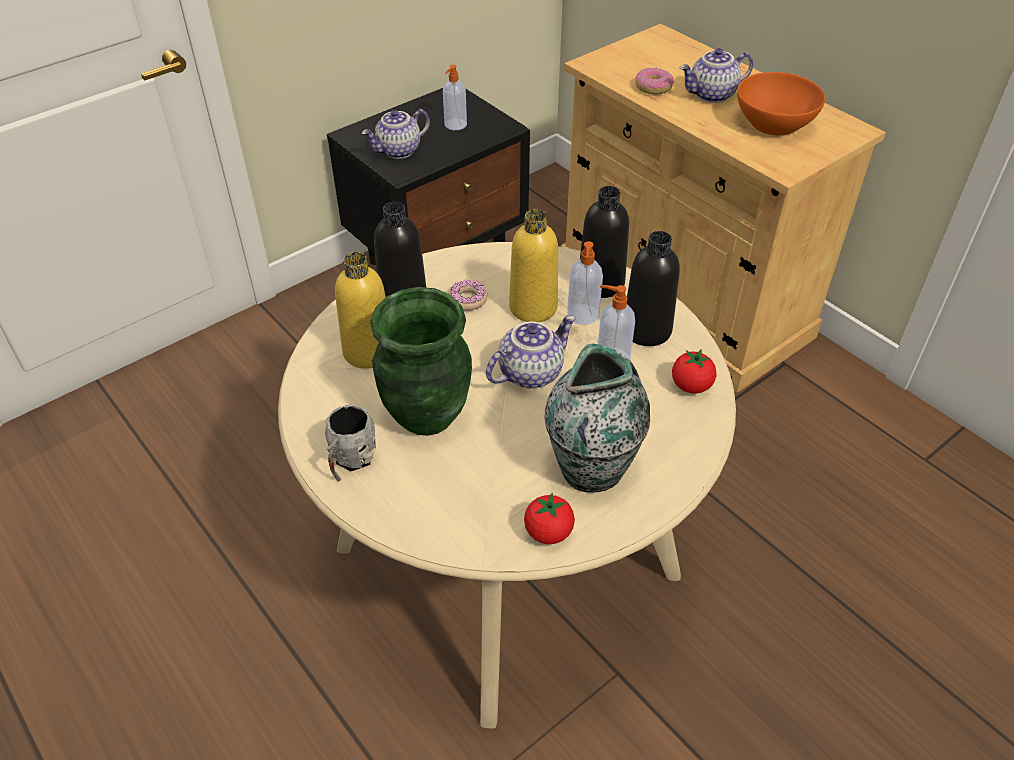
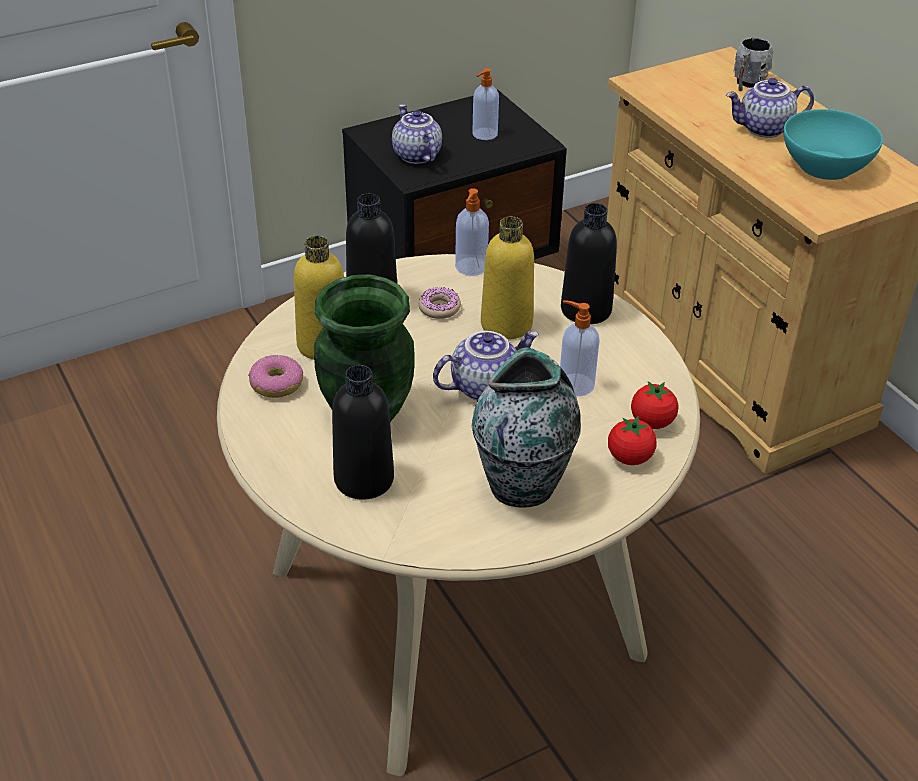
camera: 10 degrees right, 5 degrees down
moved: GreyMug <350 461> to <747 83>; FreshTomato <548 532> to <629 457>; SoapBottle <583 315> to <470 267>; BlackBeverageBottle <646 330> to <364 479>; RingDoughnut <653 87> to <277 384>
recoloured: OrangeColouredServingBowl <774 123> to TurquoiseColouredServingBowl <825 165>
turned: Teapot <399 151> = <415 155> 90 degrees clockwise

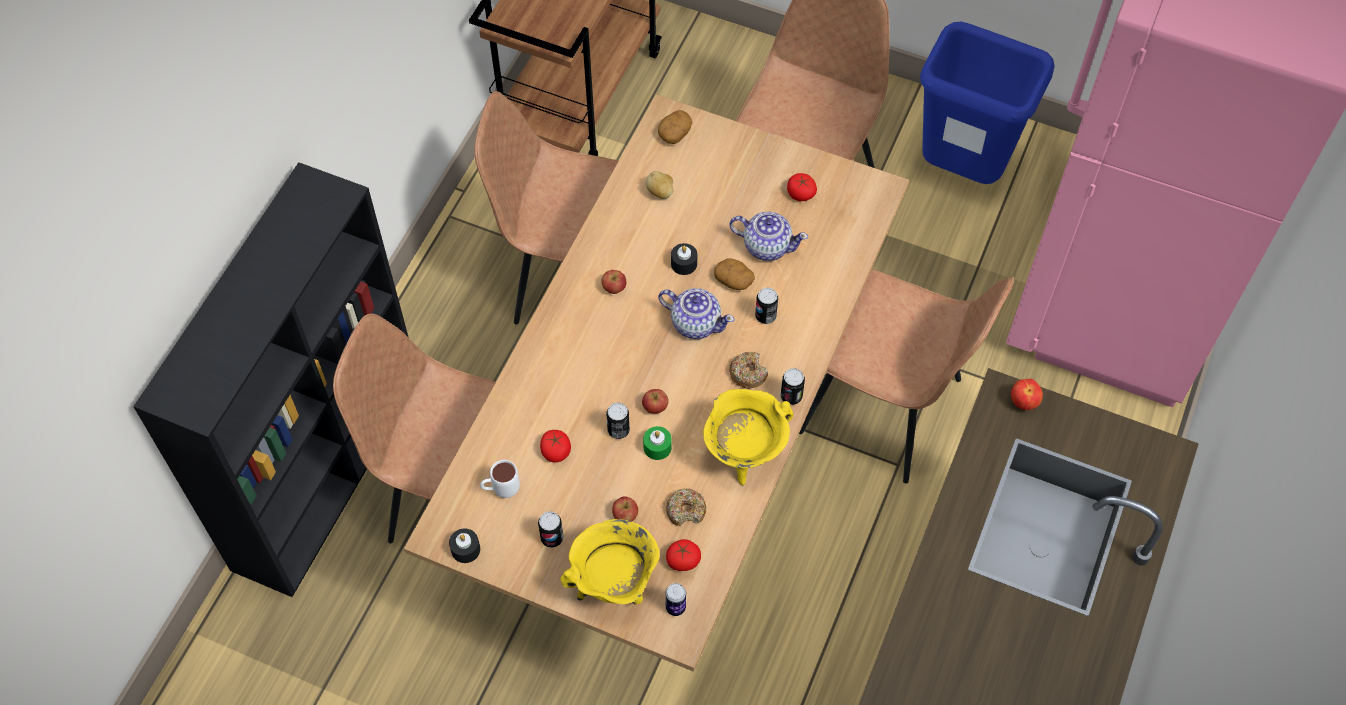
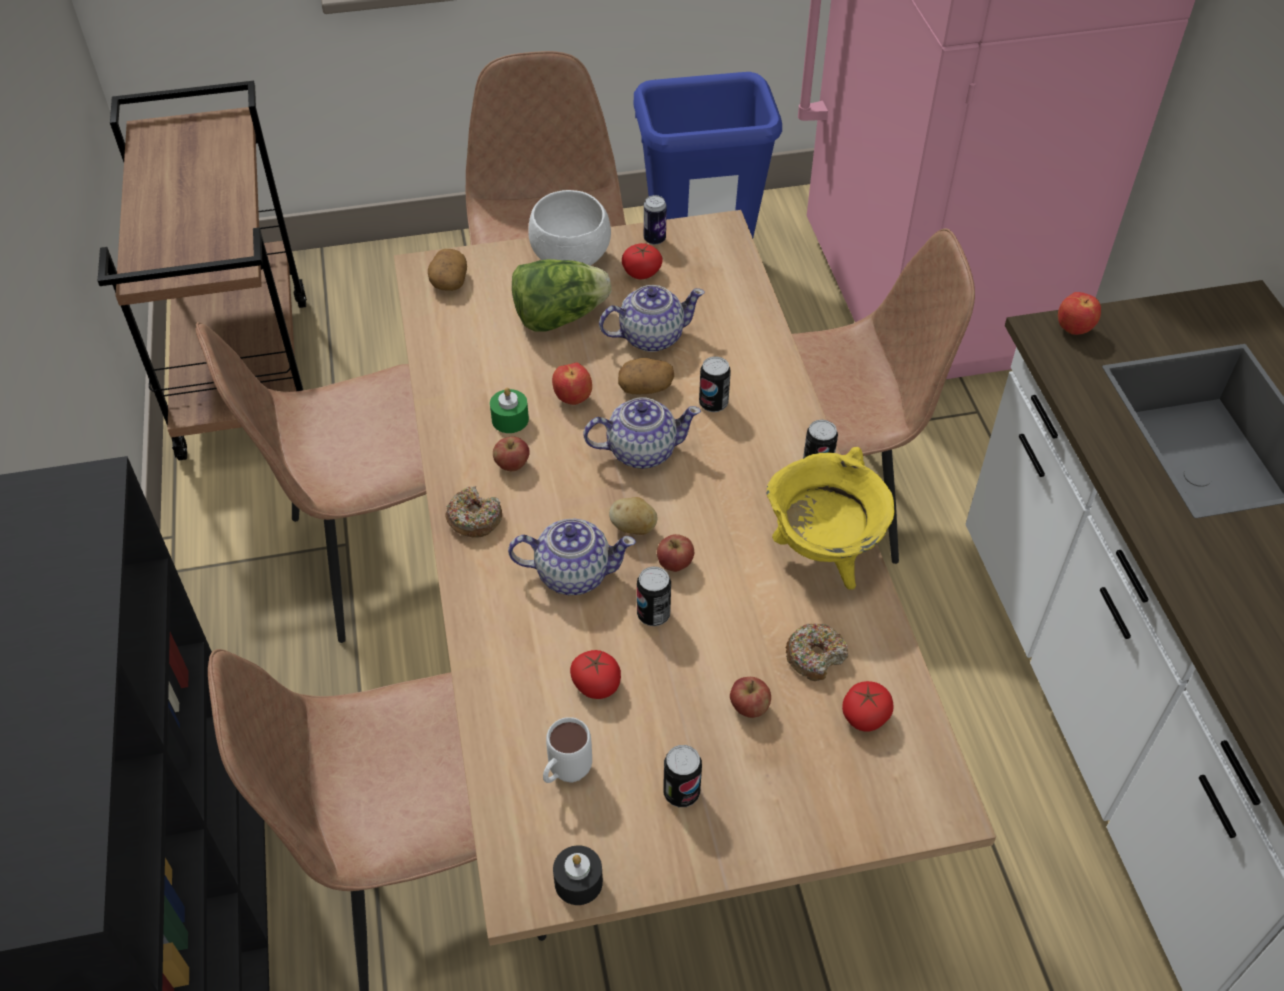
camera: 35 degrees left, 10 degrees down
removed: YellowishSaucepot <614 584>
added: Teapot <572 573>; Lettuce <559 317>; WhiteColouredServingBowl <573 259>
moved: GreenWaxLight <657 447> to <510 419>; Spud <660 192> to <633 528>; Can <675 607> to <654 239>; RingDoughnut <748 373> to <474 519>
replaced: BlackWaxLight <684 264> to Apple <573 399>

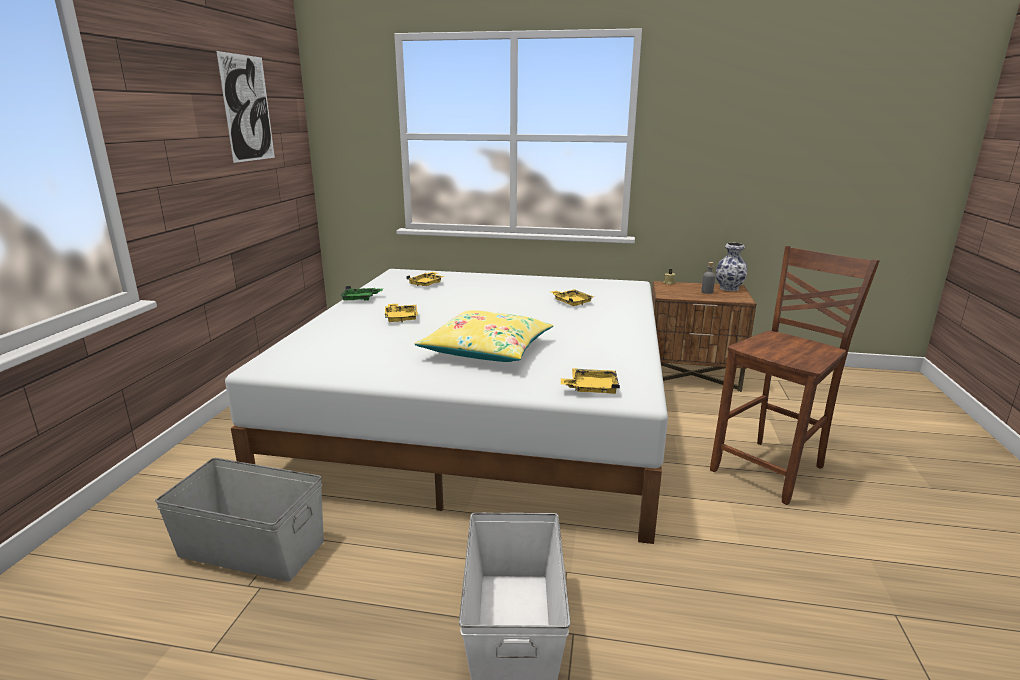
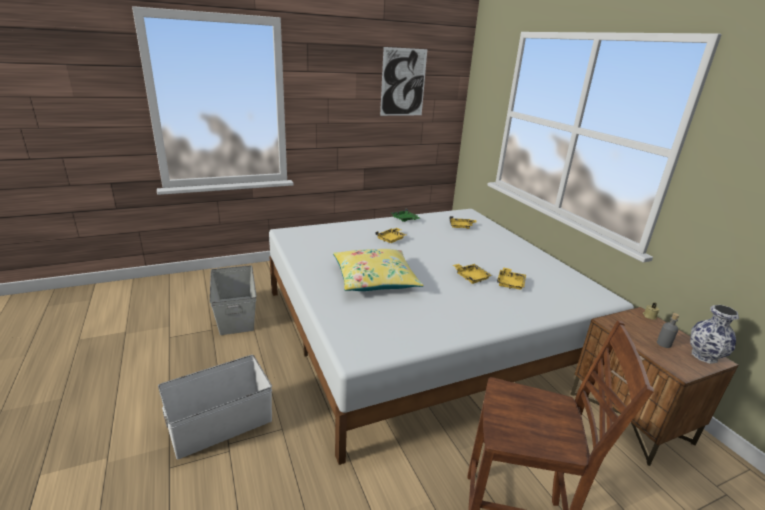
camera: 55 degrees right, 5 degrees up
moved: YellowishCarryingTray <591 388> to <471 277>

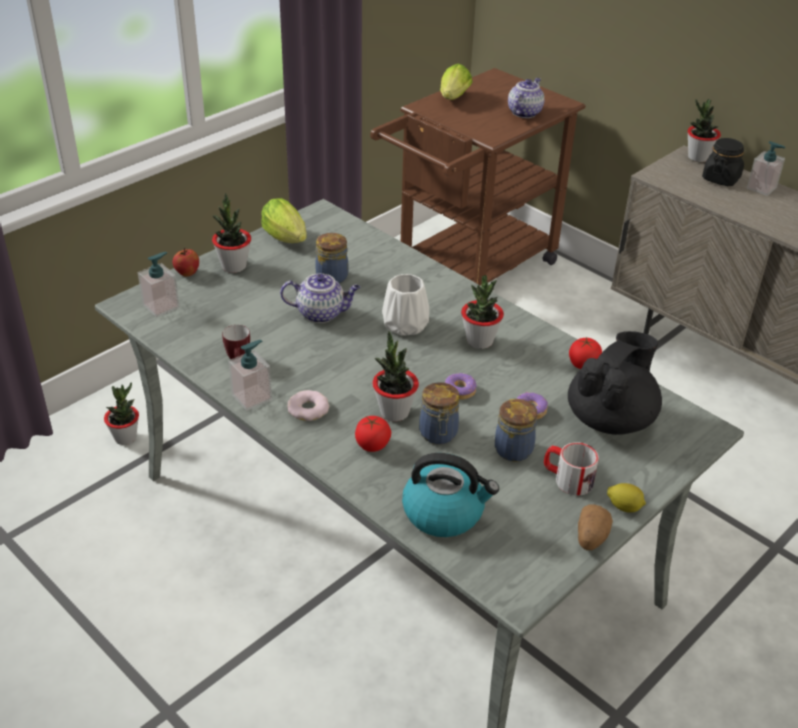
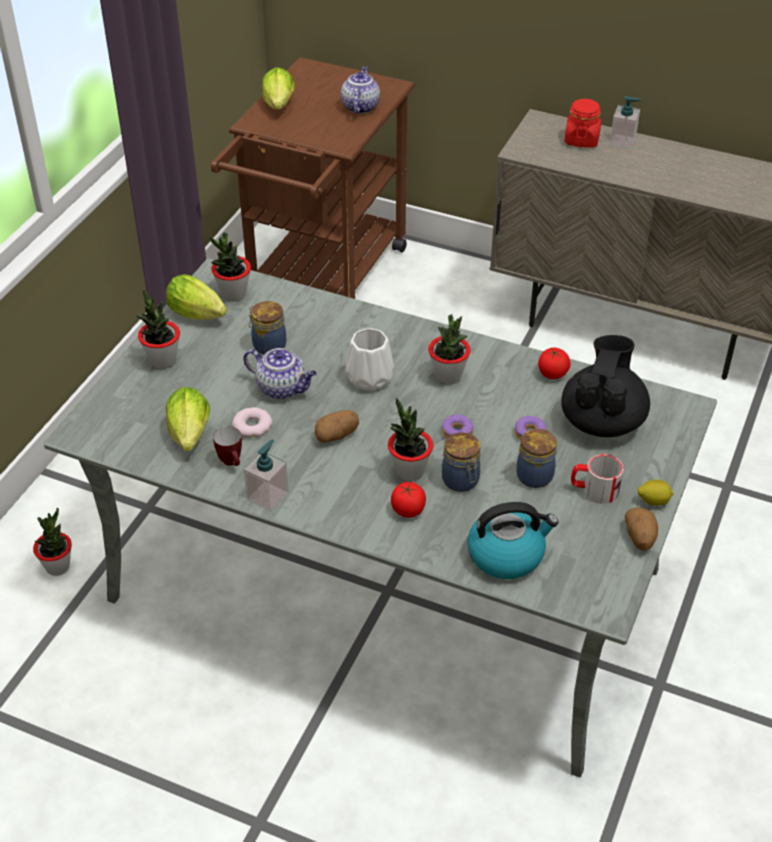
camera: 20 degrees left, 5 degrees up
removed: SoapBottle <161 306>; Apple <187 273>
added: Lettuce <190 437>; Spud <337 435>
moved: RingDoughnut <308 409> to <252 426>; PlantInAPot <698 157> to <233 294>
recoloured: BlackStorageJar <721 178> to ReddishStorageJar <581 140>
turned: Teapot <322 313> = <282 388> 45 degrees clockwise

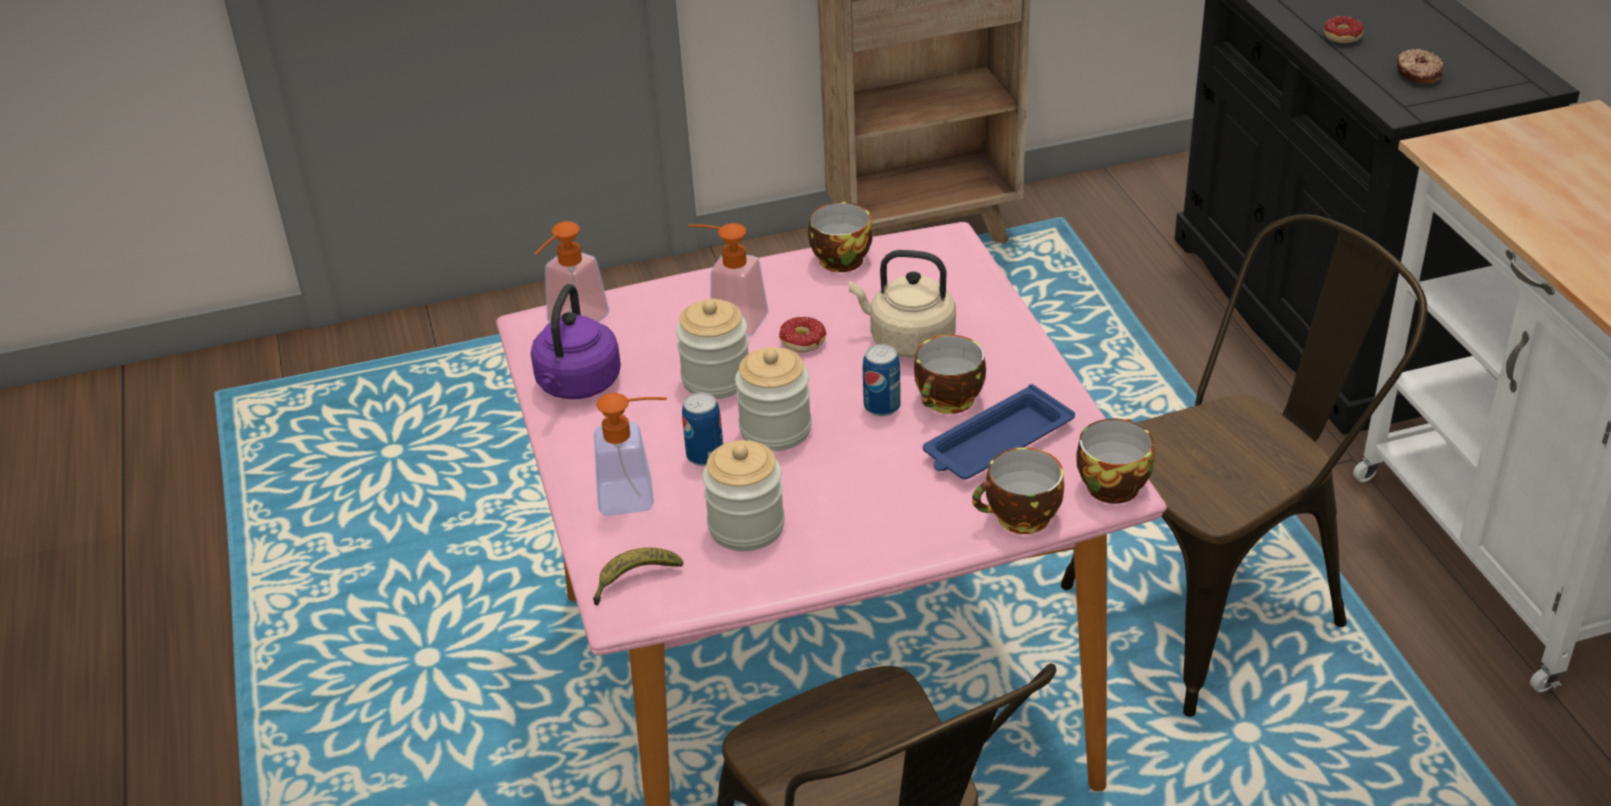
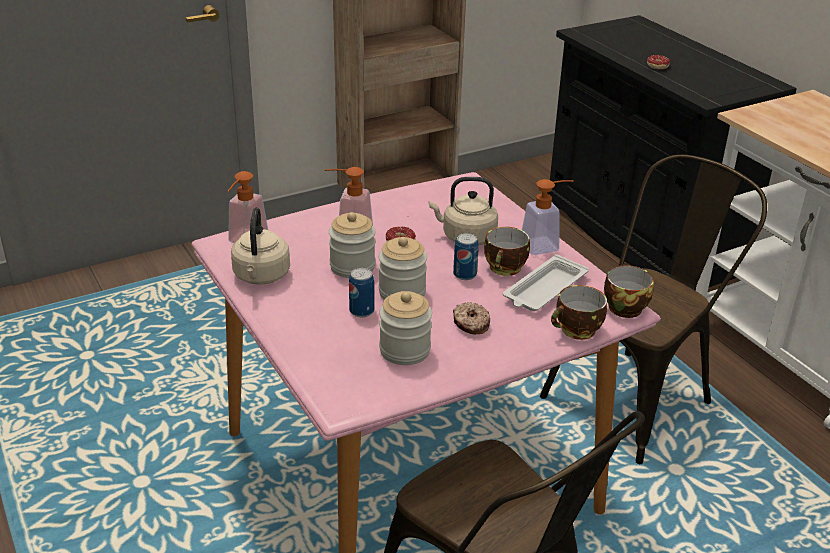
camera: 15 degrees left, 5 degrees down
removed: BananaFruit <634 581>; SmallCup <837 259>
moved: SoapBottle <638 496> to <545 245>; RingDoughnut <1418 74> to <470 324>
recoloured: PurplishKettle <577 386> to SandColouredKettle <261 277>; BlueColouredCarryingTray <996 443> to WhiteColouredCarryingTray <544 290>

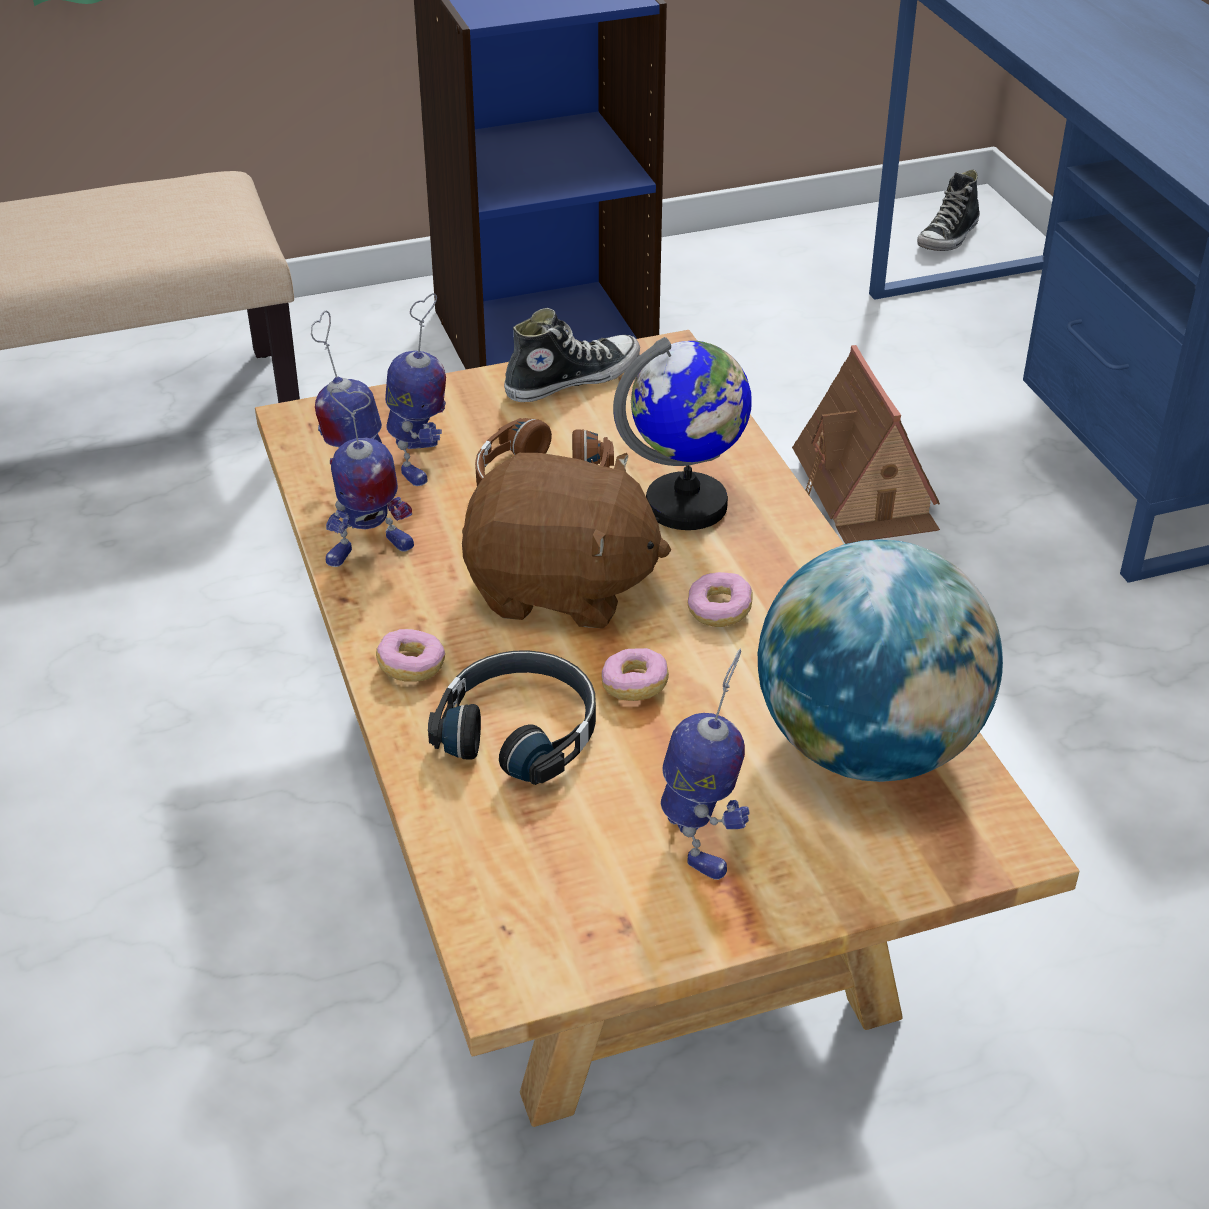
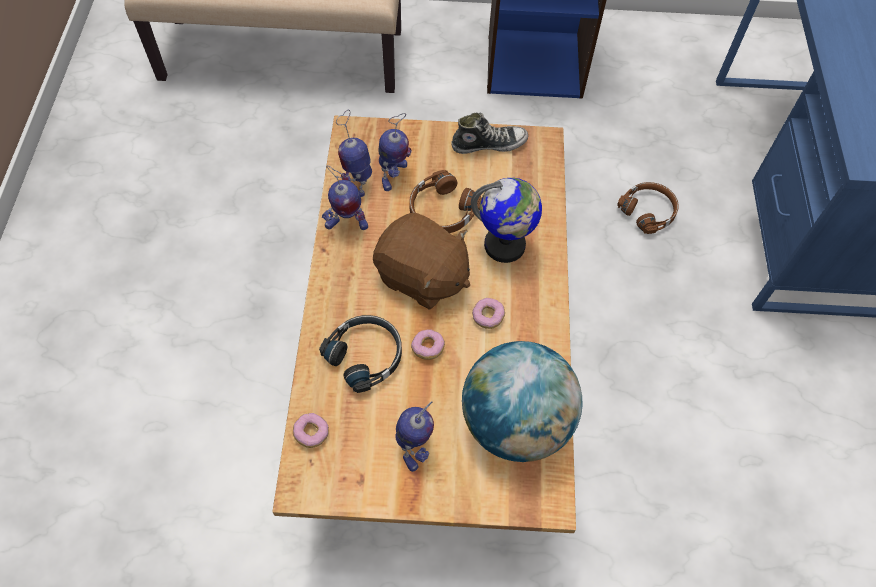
camera: 20 degrees right, 20 degrees up
removed: ItemOfFootwear <948 237>
moved: RingDoughnut <411 667> to <311 433>
replaced: ModelHouse <866 492> to BrownHeadset <648 211>

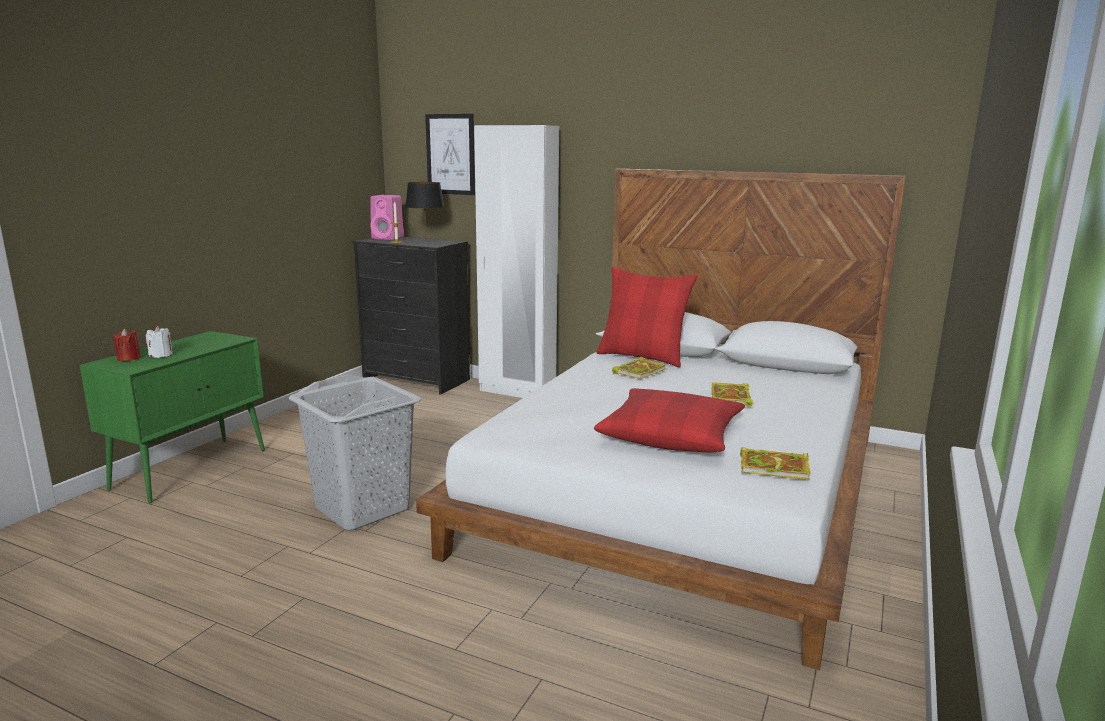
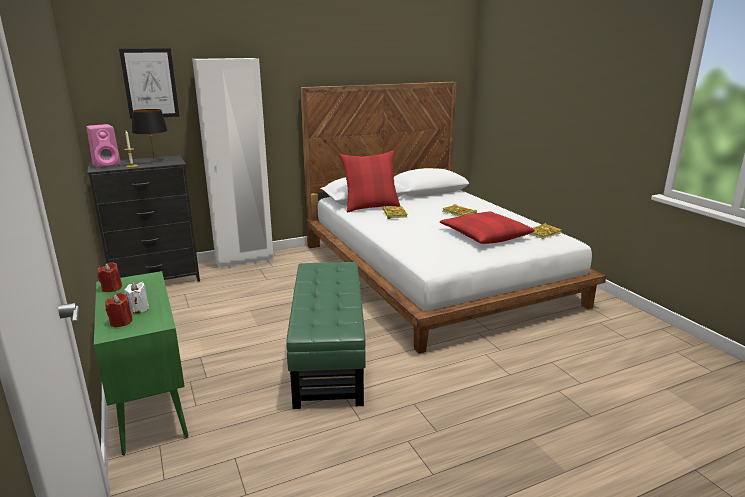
camera: 50 degrees left, 5 degrees up
added: ReddishWaxLight <111 288>
replaced: GreyHamper <363 507> to GreenPouffe <328 355>

